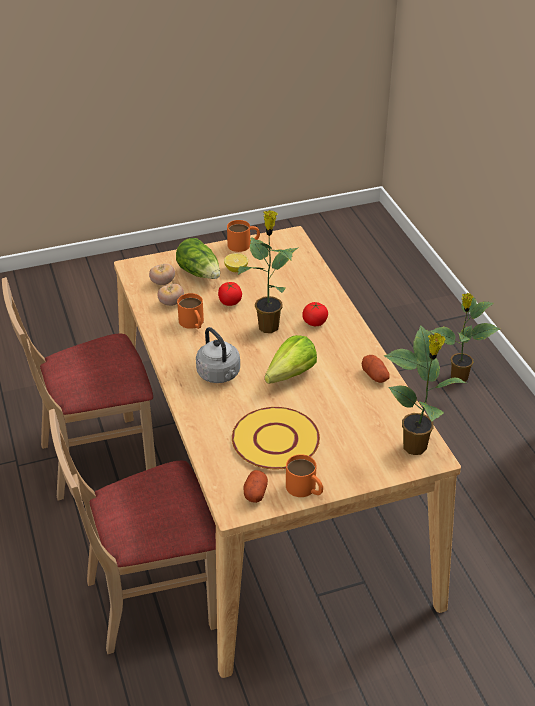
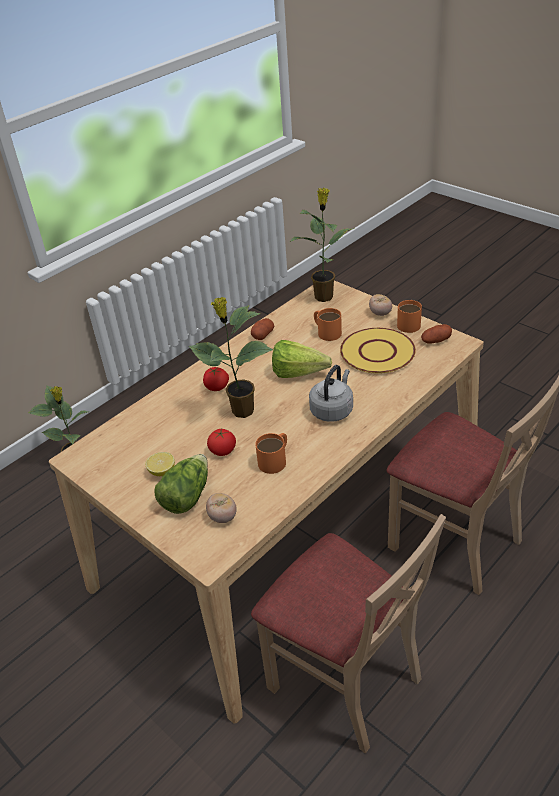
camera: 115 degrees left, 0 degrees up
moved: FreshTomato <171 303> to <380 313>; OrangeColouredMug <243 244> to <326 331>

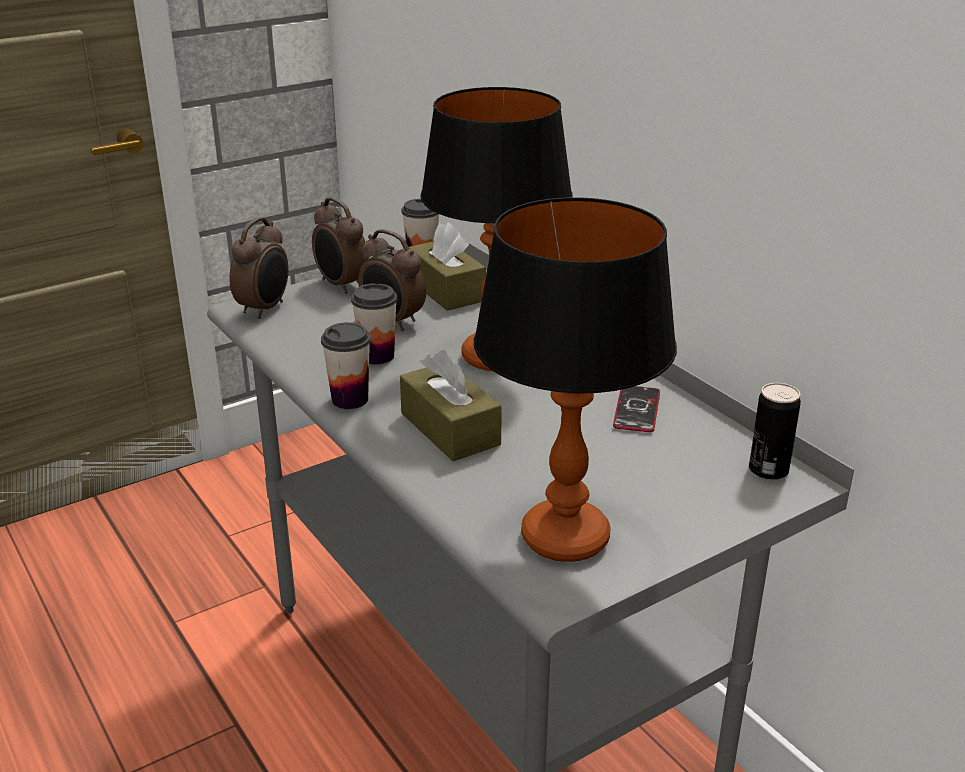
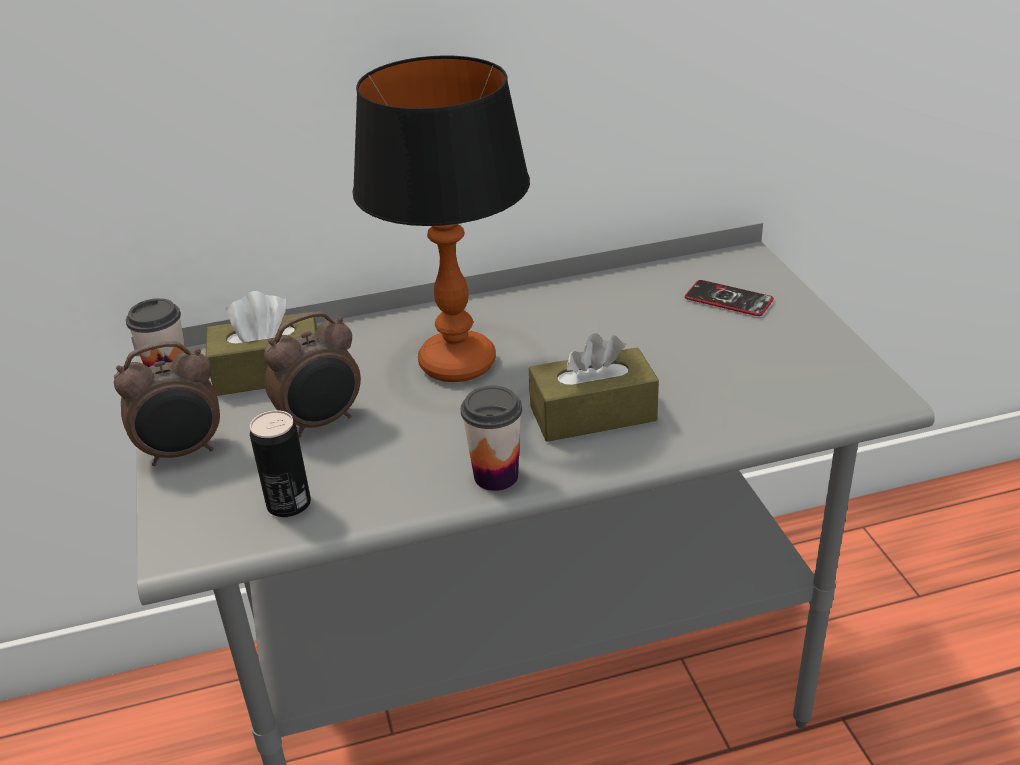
camera: 70 degrees left, 5 degrees up
removed: TableClock <265 309>; SmallCup <377 356>; TabletopLamp <566 538>
moved: Phone <636 410> to <728 299>; Can <768 470> to <289 504>

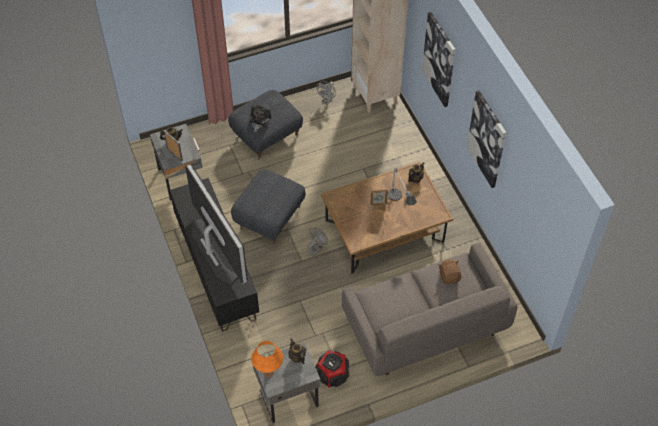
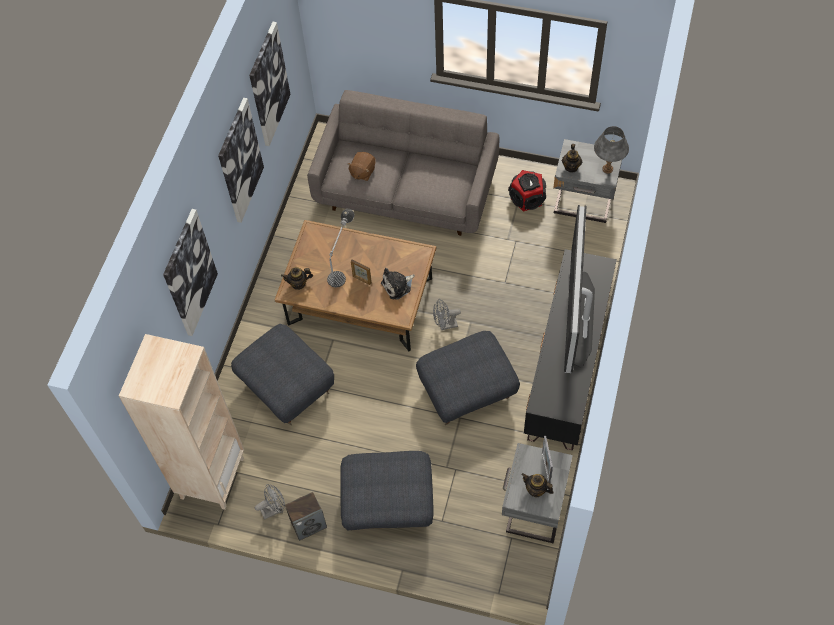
camera: 140 degrees left, 5 degrees up
added: GreyPouffe <286 388>; Picture <268 84>; Loudspeaker <309 524>
moved: PlushToy <259 120> to <398 286>
recoloured: OrangeColouredTabletopLamp <268 373> to GreyTabletopLamp <607 168>

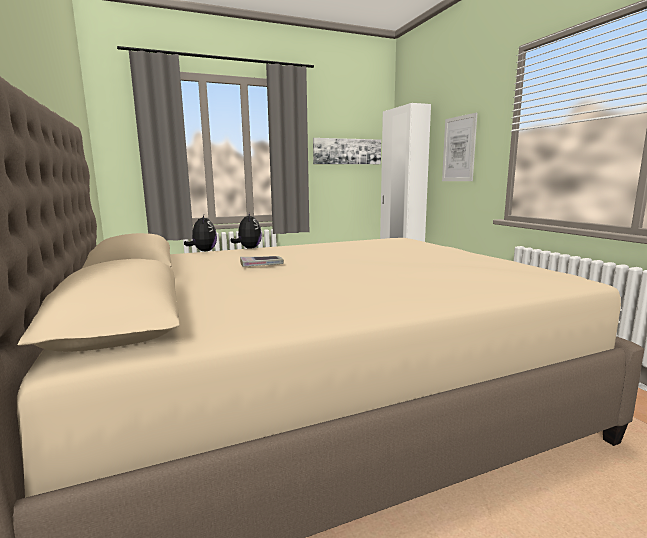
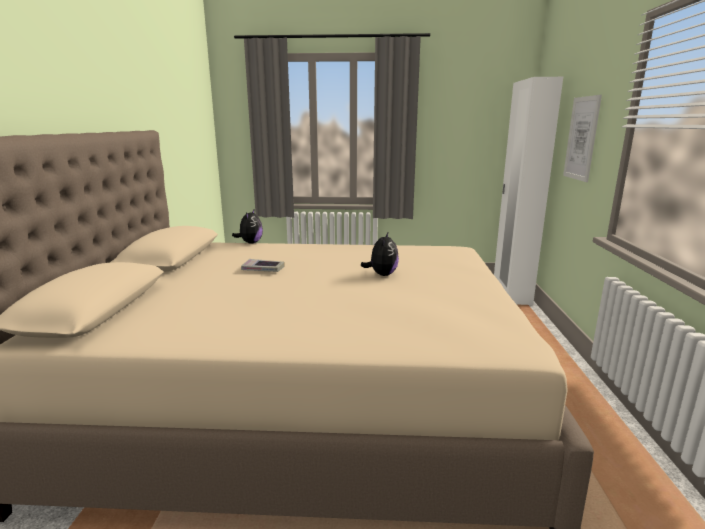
camera: 25 degrees right, 5 degrees up
removed: Picture <347 151>
moved: PlushToy <248 248> to <382 274>

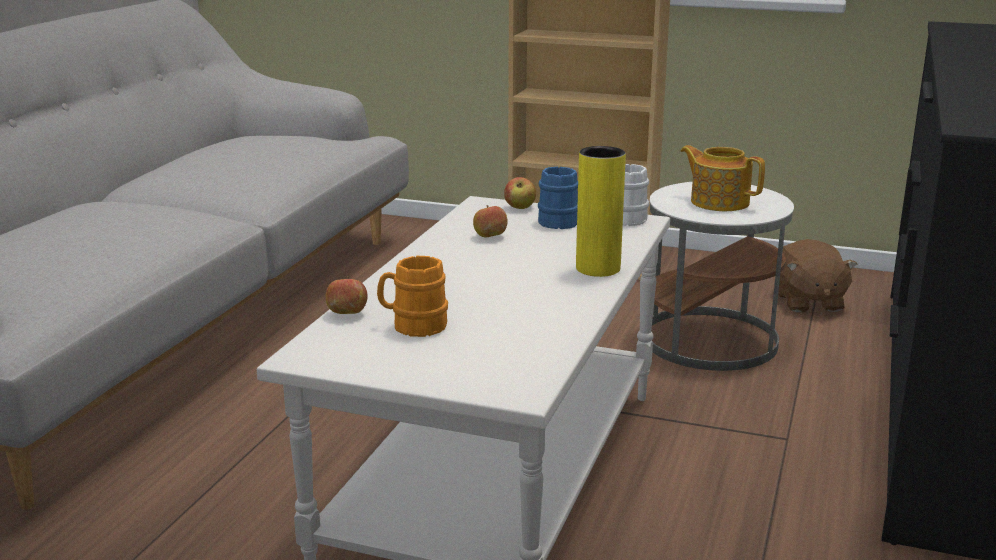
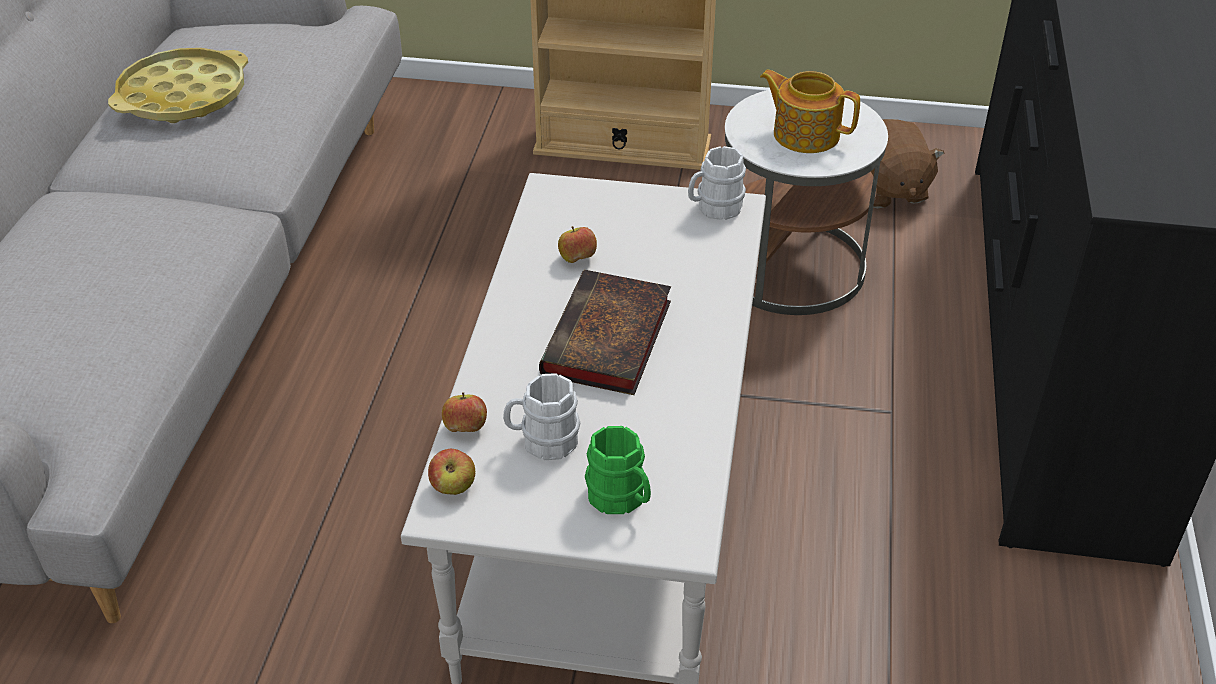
camera: 10 degrees left, 20 degrees up
removed: BlueColouredMug <556 220>; YellowishFlowerVase <598 269>
added: YellowishCarryingTray <183 96>; Book <607 342>; GreenMug <621 499>
moved: Apple <520 208> to <453 487>
recoloured: OrangeColouredMug <413 326> to WhiteColouredMug <543 441>

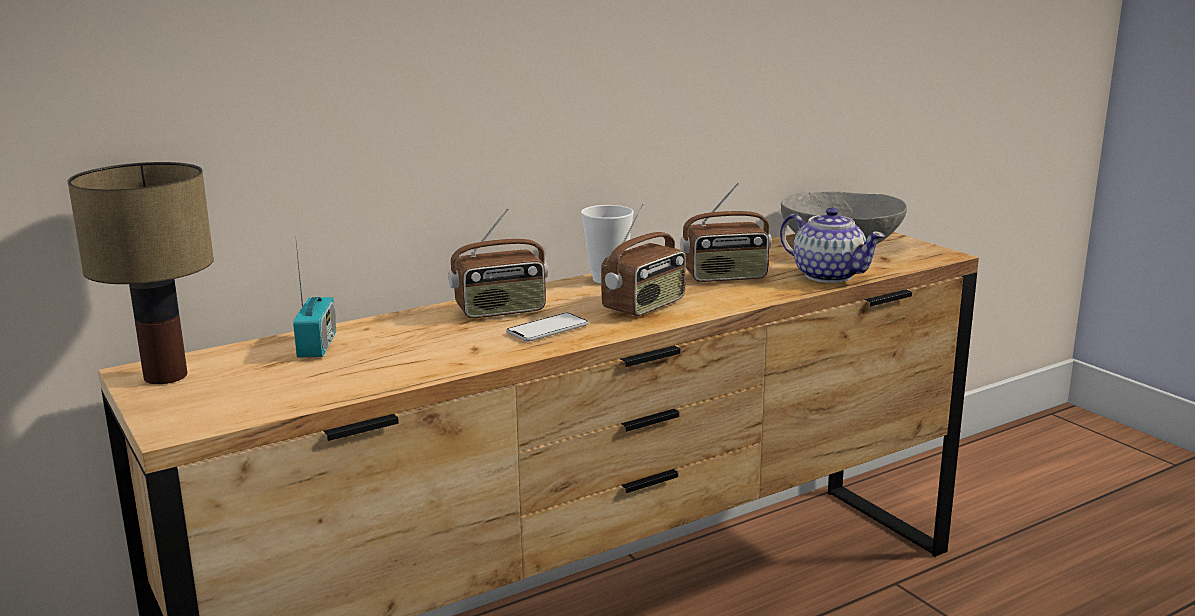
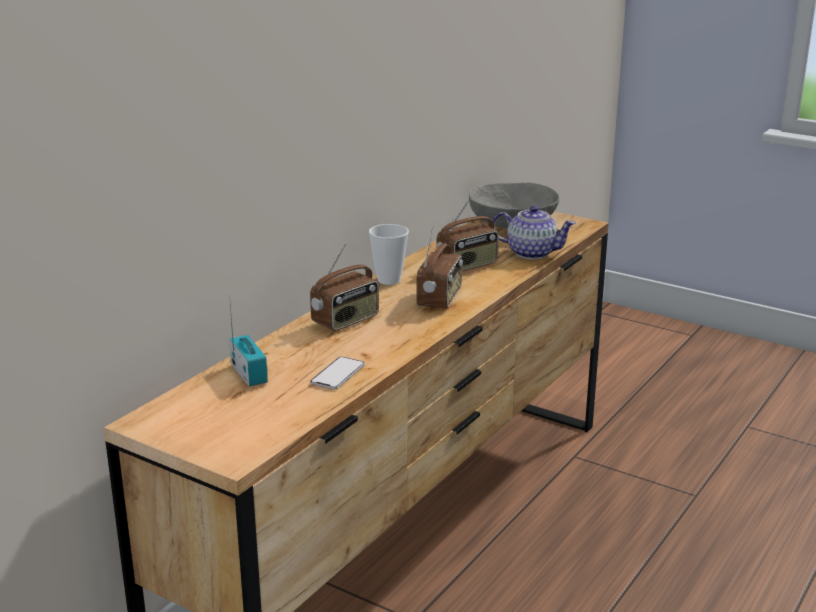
camera: 25 degrees left, 5 degrees up
removed: TabletopLamp <168 376>
moved: Phone <548 329> to <338 374>

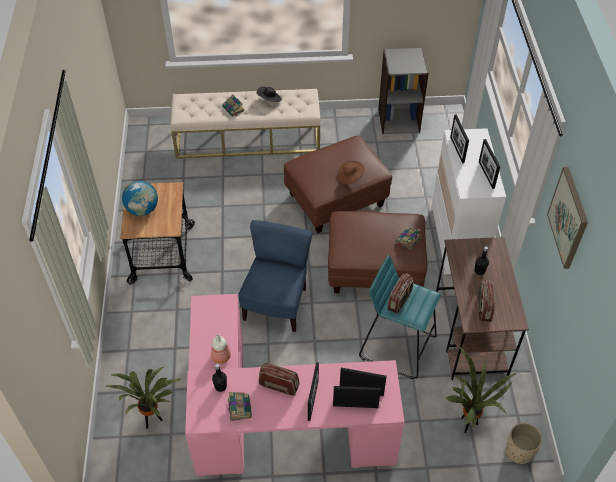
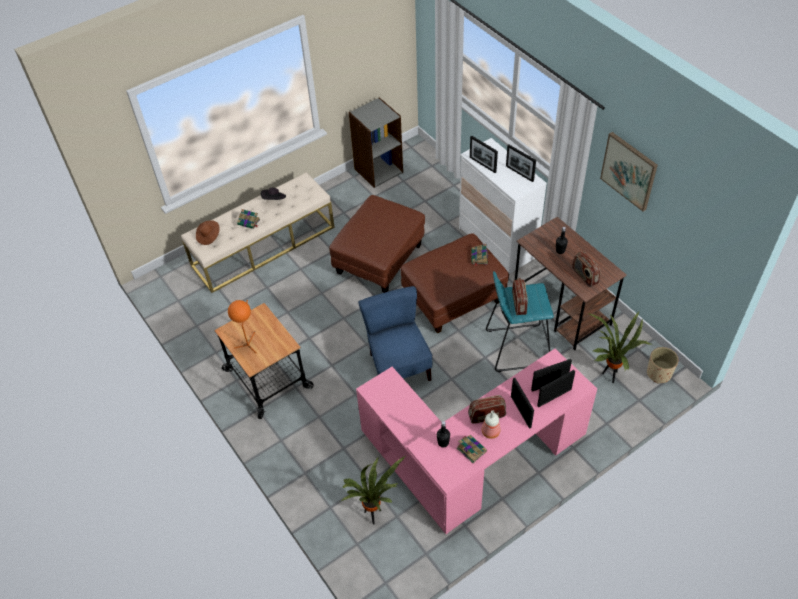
camera: 30 degrees left, 0 degrees up
moved: BeverageBottle <220 356> to <490 432>; BrownClothingHat <350 177> to <208 236>
replaced: WorldGlobe <142 210> to OrangeColouredTabletopLamp <248 343>

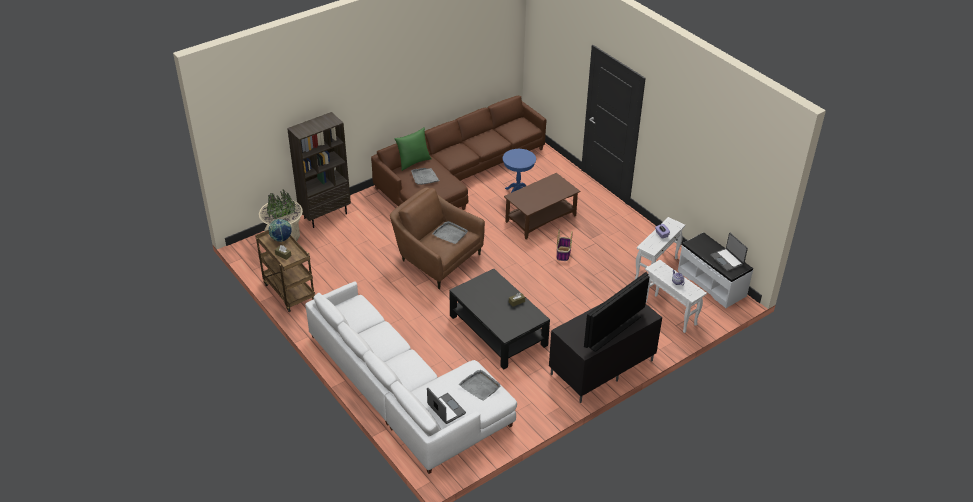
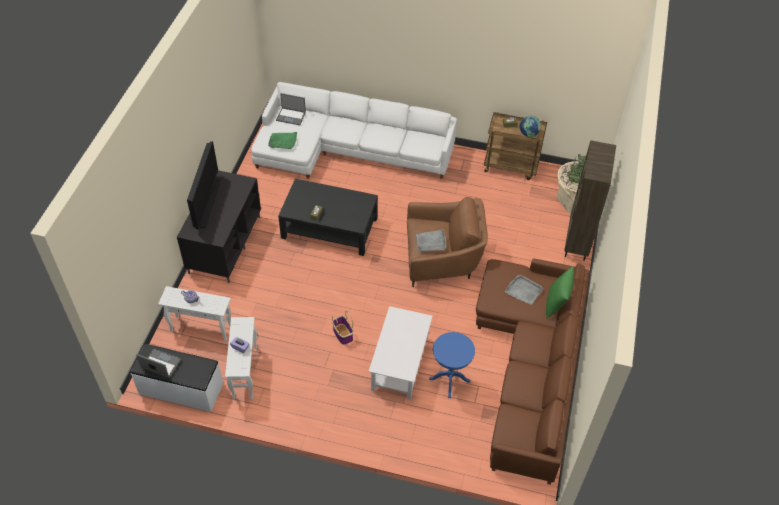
camera: 140 degrees right, 10 degrees up
recoloured: GreyCarryingTray <480 386> to GreenCarryingTray <283 141>; BrownCoffeeTable <541 218> to WhiteColouredCoffeeTable <400 364>

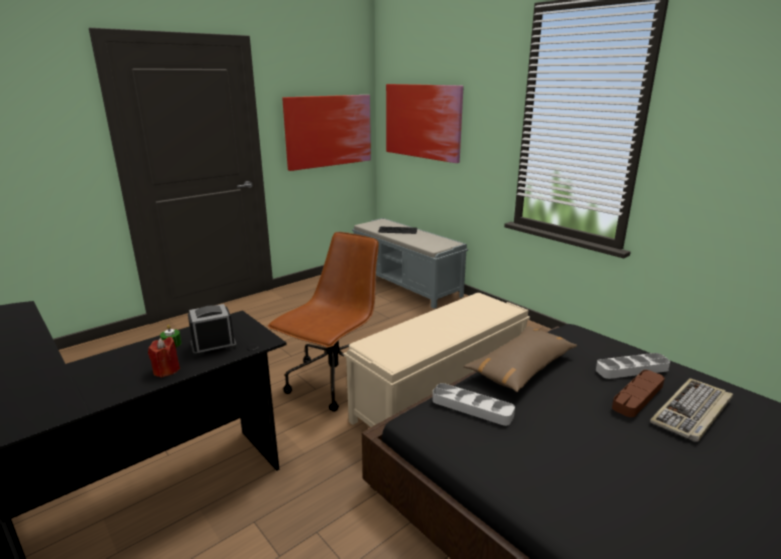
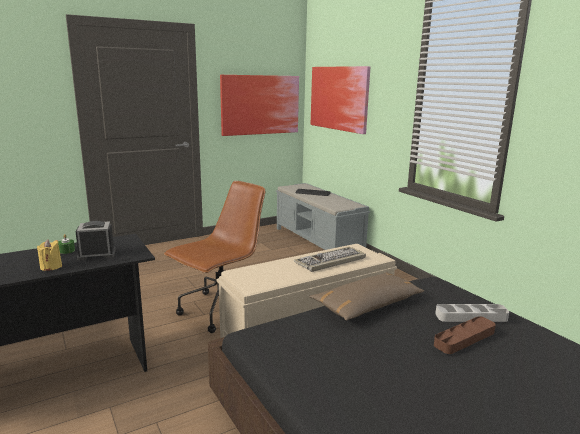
camera: 10 degrees right, 5 degrees down
removed: GreyCarryingTray <472 408>
moved: PcKeyboard <692 412> to <330 261>
recoloured: ReddishWaxLight <166 370> to YellowishWaxLight <51 267>

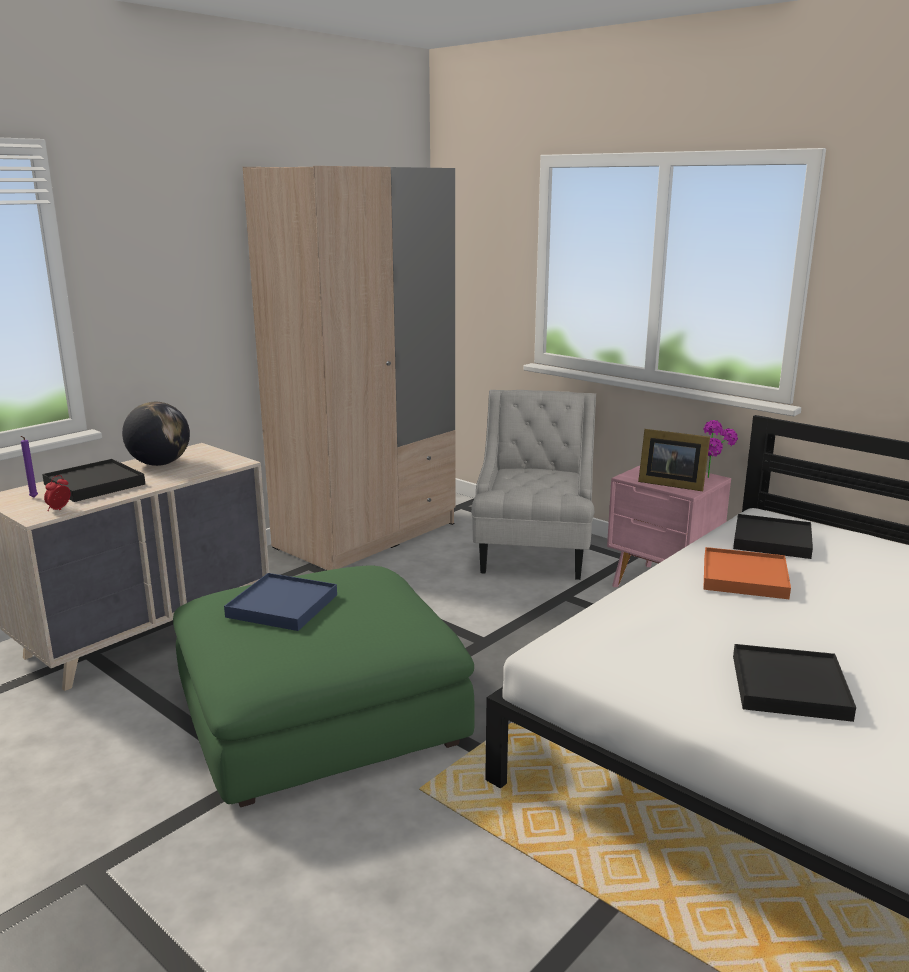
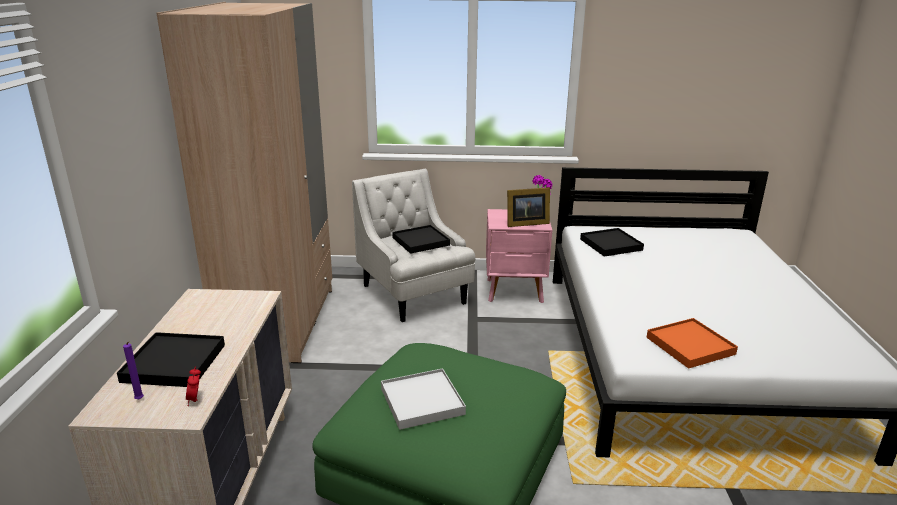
camera: 40 degrees left, 5 degrees up
removed: WorldGlobe <160 464>
moved: OrangeColouredCarryingTray <744 577> to <690 346>; BlackCarryingTray <789 687> to <421 241>
recoloured: BlueColouredCarryingTray <282 606> to WhiteColouredCarryingTray <422 401>

